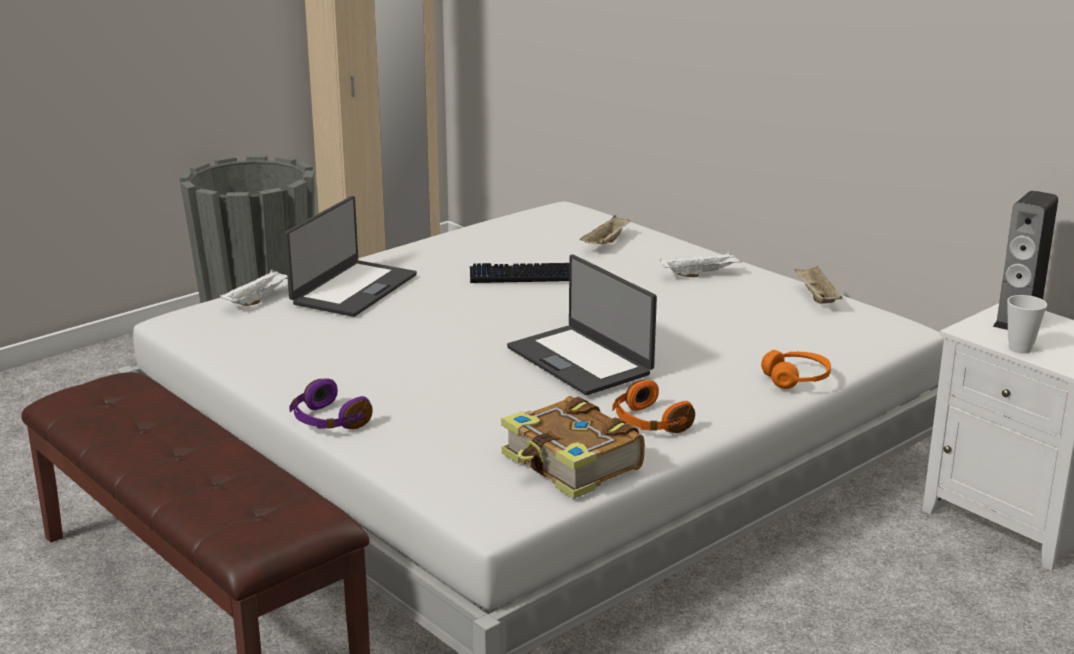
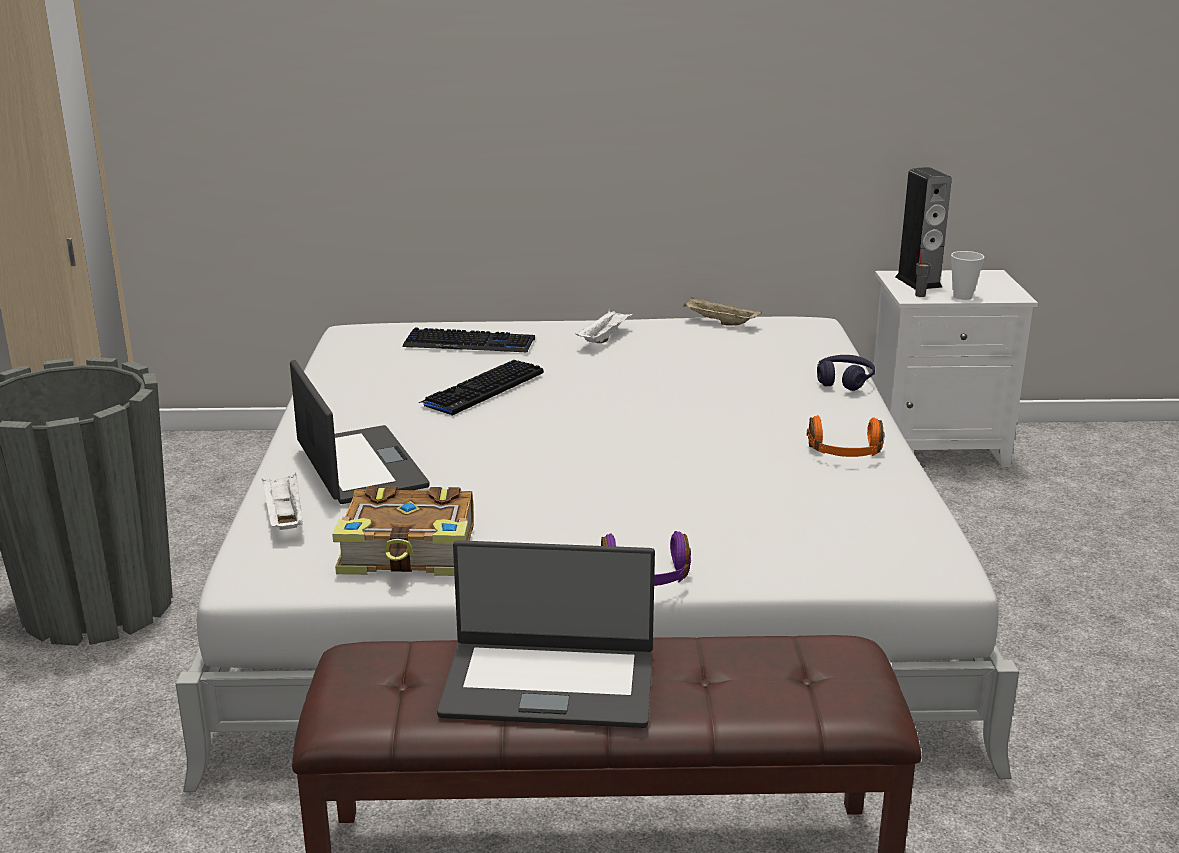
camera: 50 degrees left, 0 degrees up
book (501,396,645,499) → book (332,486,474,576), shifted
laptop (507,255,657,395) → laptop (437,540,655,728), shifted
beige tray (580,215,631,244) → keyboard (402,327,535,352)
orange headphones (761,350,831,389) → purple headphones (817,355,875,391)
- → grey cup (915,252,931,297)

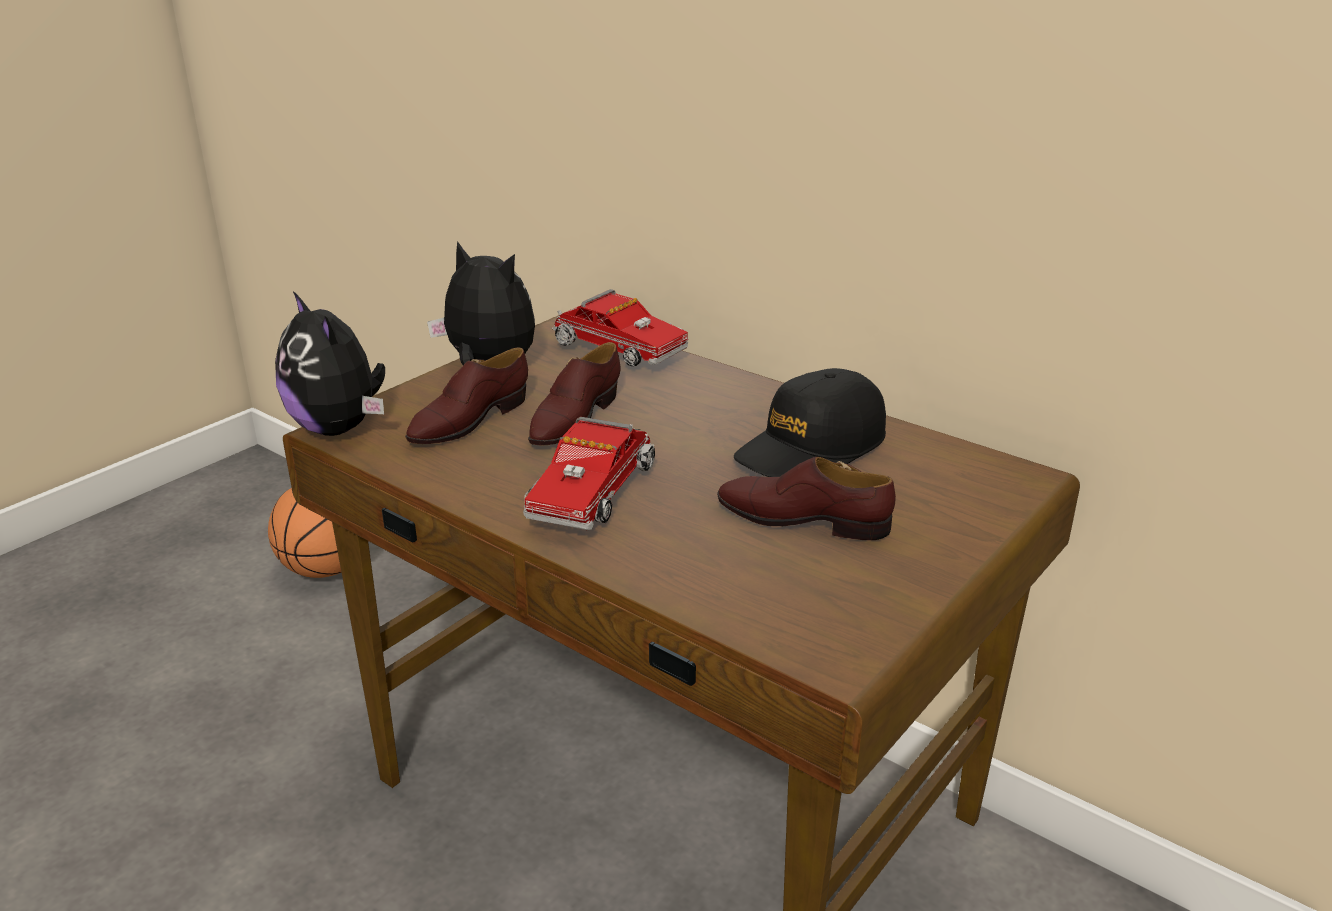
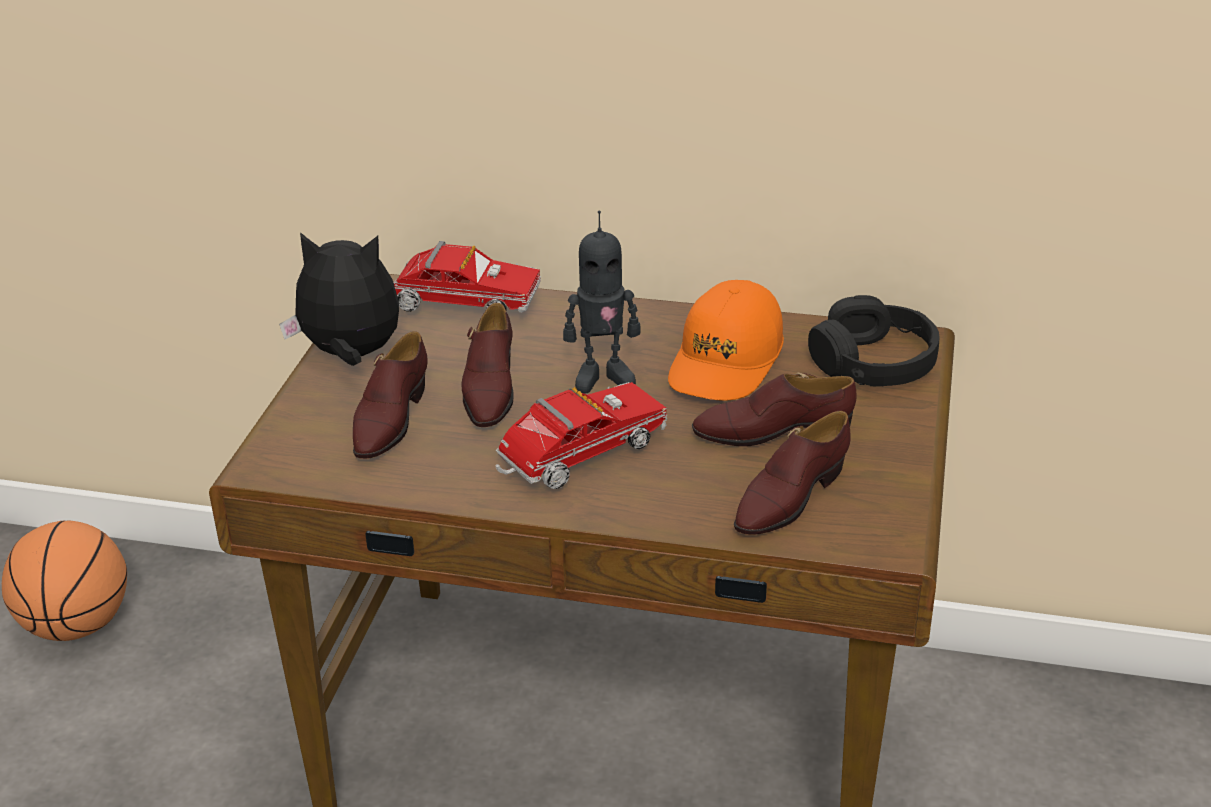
camera: 25 degrees left, 5 degrees up
plush toy (275,291,385,436) → -
toy truck (523,417,655,530) → toy truck (495,382,667,499), 120 degrees counterclockwise
black cap (734,368,886,477) → orange cap (668,280,784,401)
- → toy robot (563,210,641,394)
- → brown shoe (734,411,851,535)
- → black headphones (808,295,940,387)

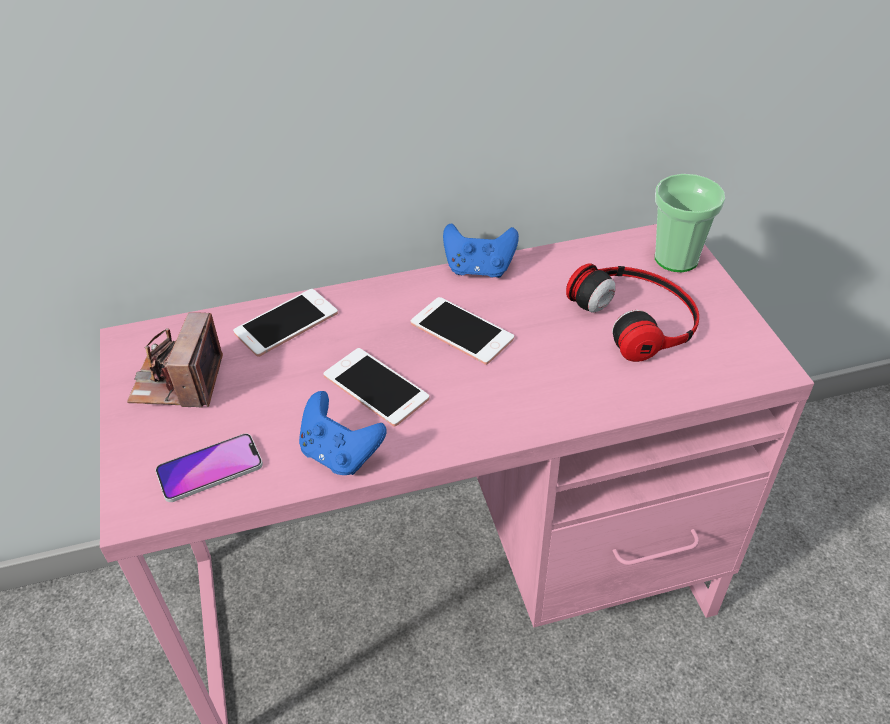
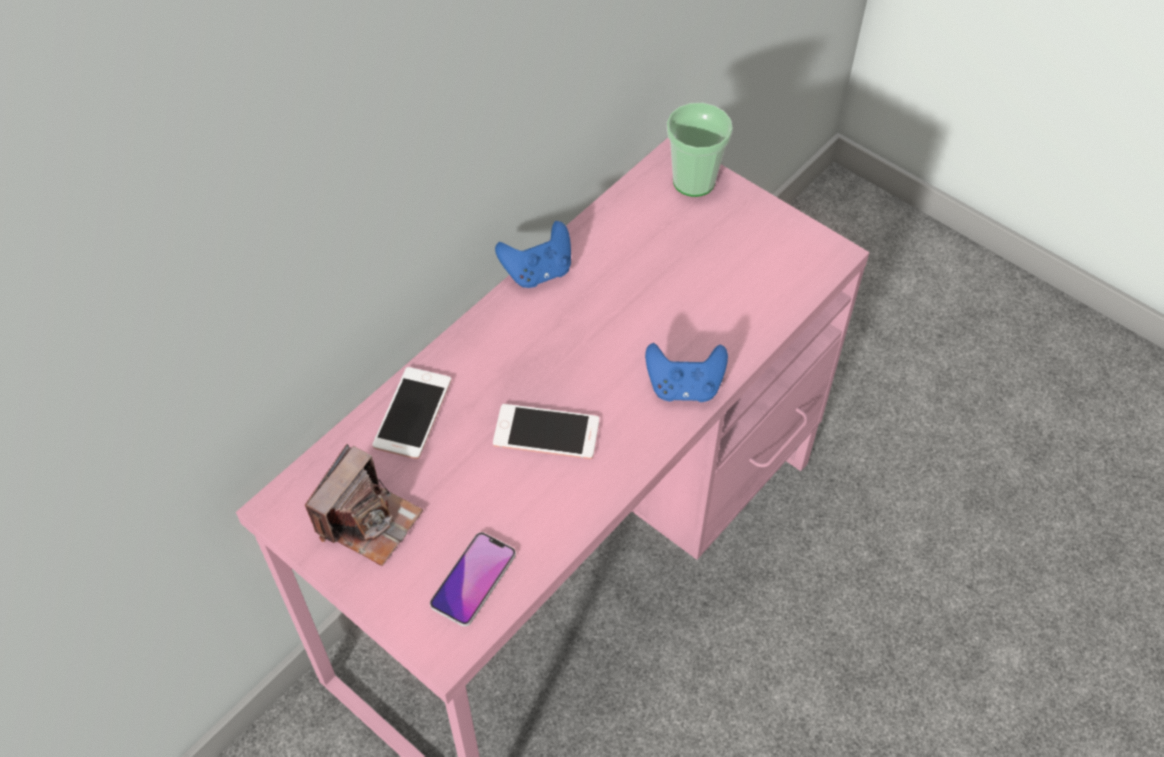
camera: 35 degrees left, 10 degrees up
photo camera (127,312,223,408) → photo camera (305,444,423,566), 120 degrees counterclockwise
blue game controller (299,391,387,475) → blue game controller (645,343,728,402), shifted
phone (411,297,514,365) → -
headphones (566,263,699,362) → -

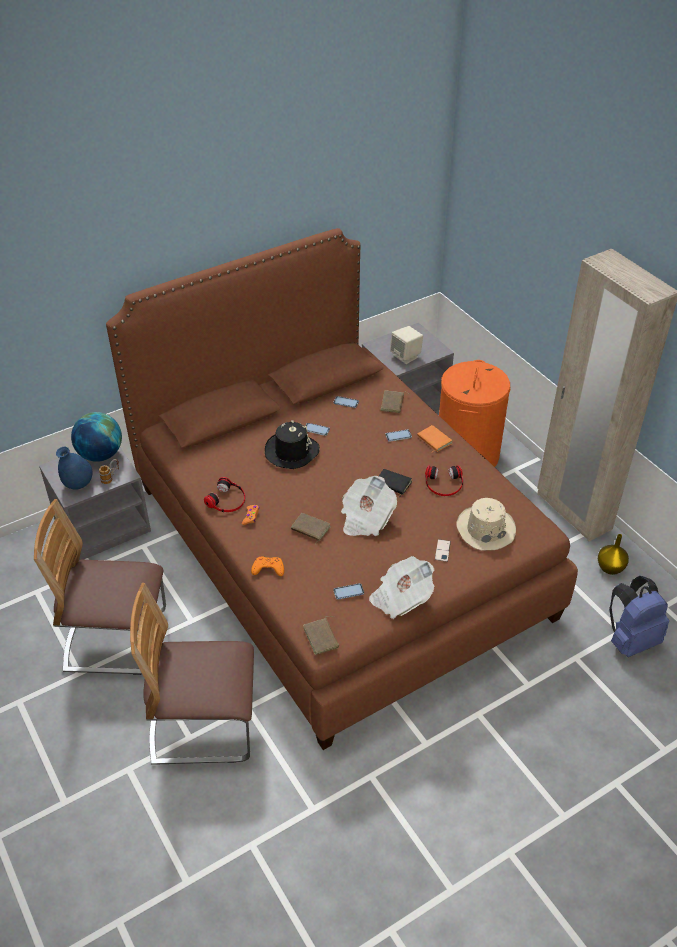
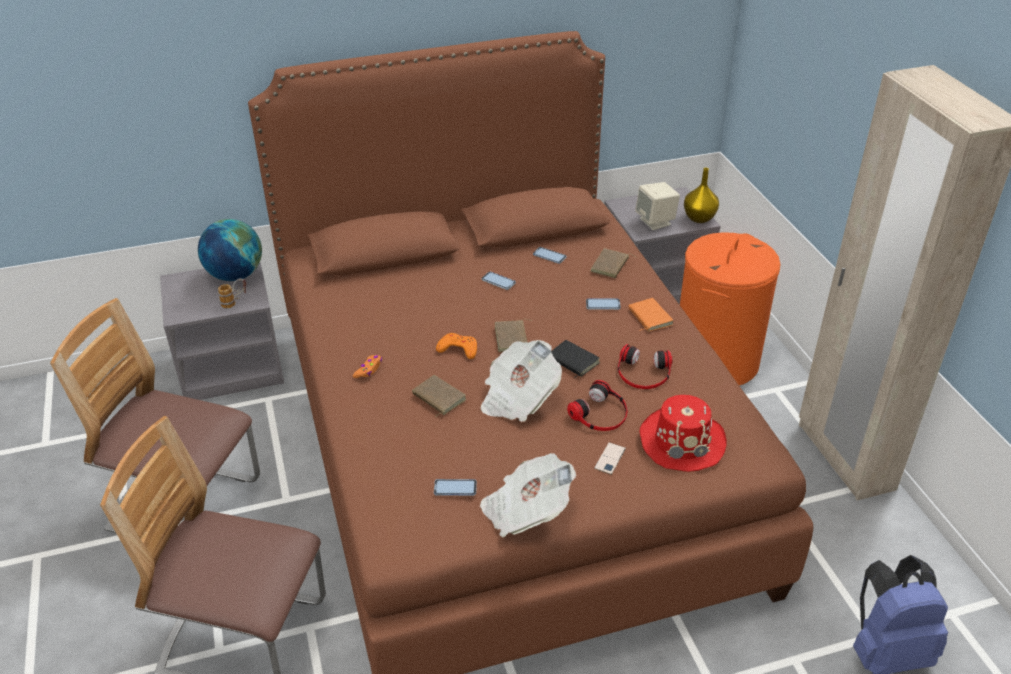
camera: 15 degrees right, 5 degrees down
blue vase (56,447,92,490) → -
headphones (204,477,245,512) → headphones (567,380,627,431), shifted
orange game controller (251,556,284,576) → orange game controller (436,333,477,359), shifted
black hat (265,421,320,469) → -
brown book (303,616,339,655) → brown book (494,319,533,352), shifted
beige hat (456,498,516,551) → red hat (640,395,727,472)
yellow vase (598,534,629,575) → yellow vase (684,168,719,223), shifted

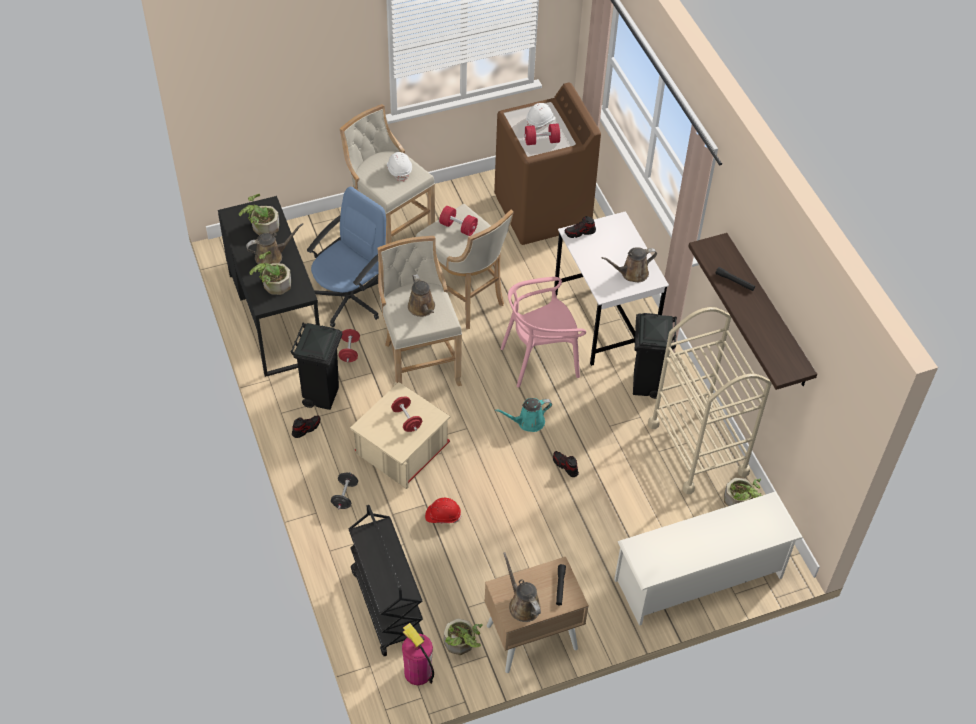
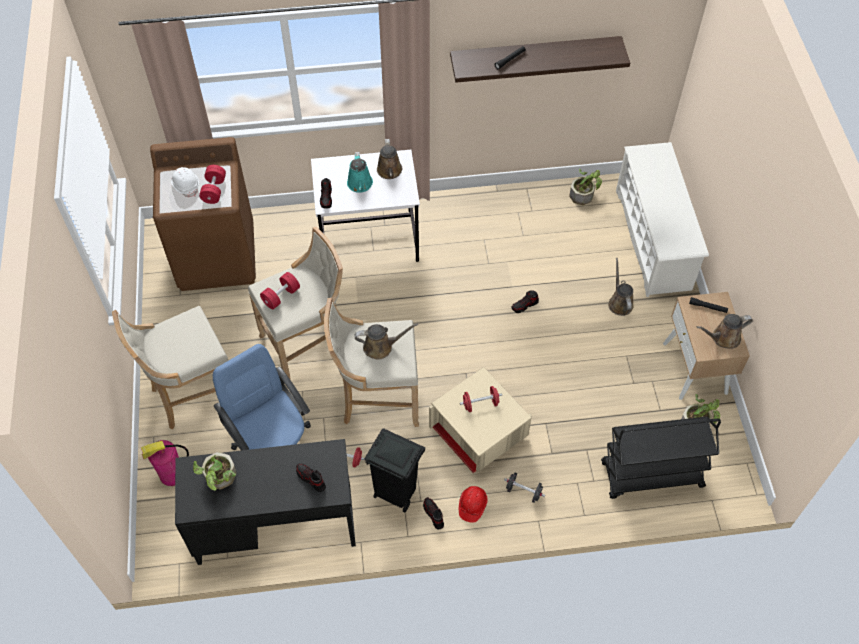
camera: 75 degrees left, 5 degrees up
brown watering can (246,223,304,264) → brown watering can (608,258,634,316), shifted
potted plant (250,251,291,295) → shoe (296,463,326,492)
white hard hat (387,152,412,181) → -
fire extinguisher (402,623,434,685) → fire extinguisher (141,440,189,486), shifted
red hard hat (425,498,461,523) → red hard hat (459,486,488,523), shifted
turquoise watering can (495,398,552,432) → turquoise watering can (347,152,373,193), shifted
pink chair (500,277,586,387) → -
black trash can (633,313,677,399) → -
beige cart (648,307,772,494) → -

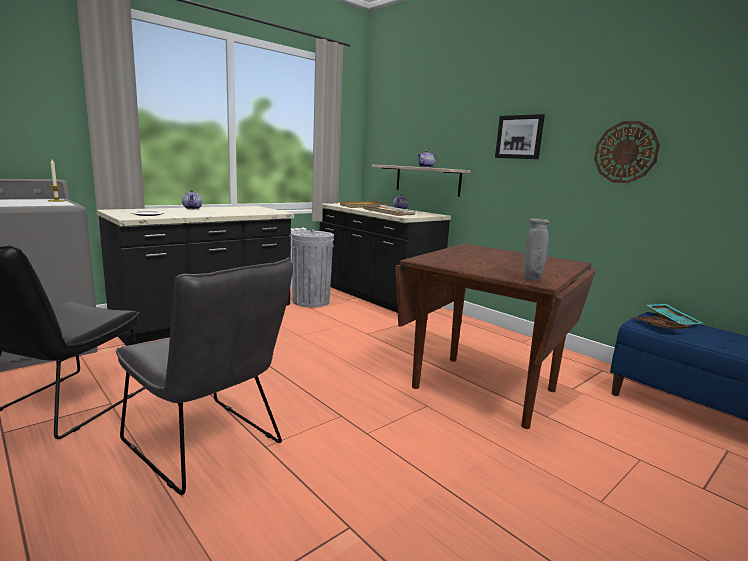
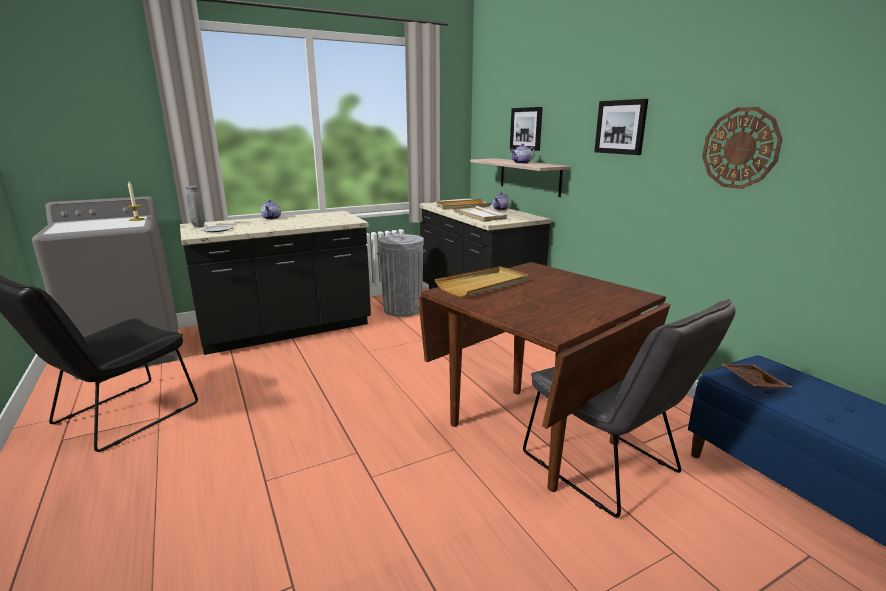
camera: 15 degrees right, 5 degrees up
grey chair (116,257,293,495) → grey chair (523,299,735,518), shifted
grey vase (524,218,549,281) → grey vase (185,185,205,228), shifted
turquoise tray (647,304,703,327) → -
- → beige tray (435,266,529,297)
- → picture (510,107,543,151)

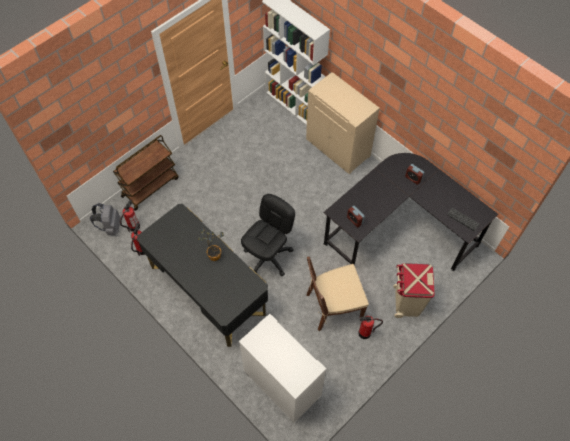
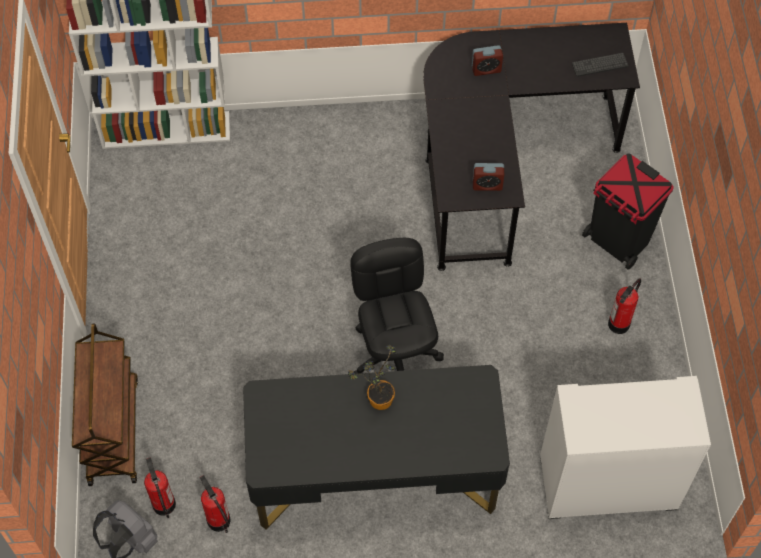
camera: 50 degrees left, 0 degrees up
beige cabinet (306,72,380,174) → -
brown chair (307,257,369,331) → -
beige trash can (393,263,435,318) → black trash can (582,153,674,270)

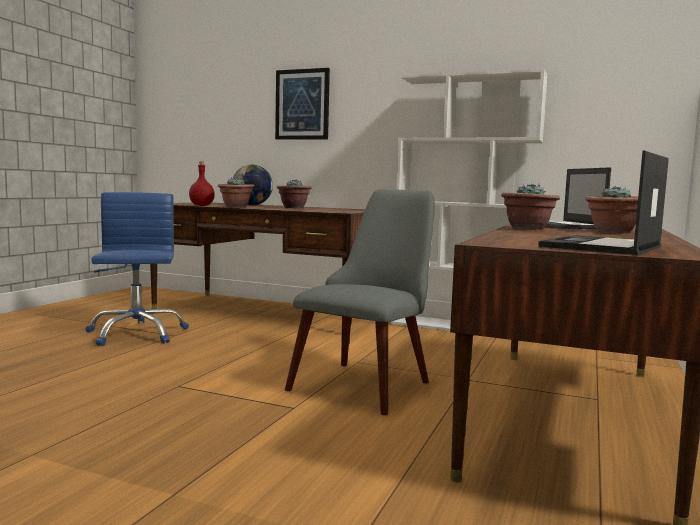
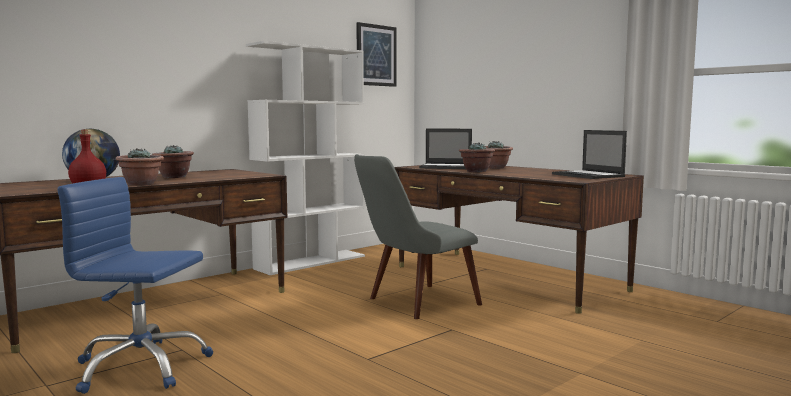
camera: 65 degrees left, 0 degrees up
picture (275,68,330,140) → picture (356,22,397,87), shifted
grey chair (285,189,435,415) → grey chair (354,154,482,319), 90 degrees counterclockwise

